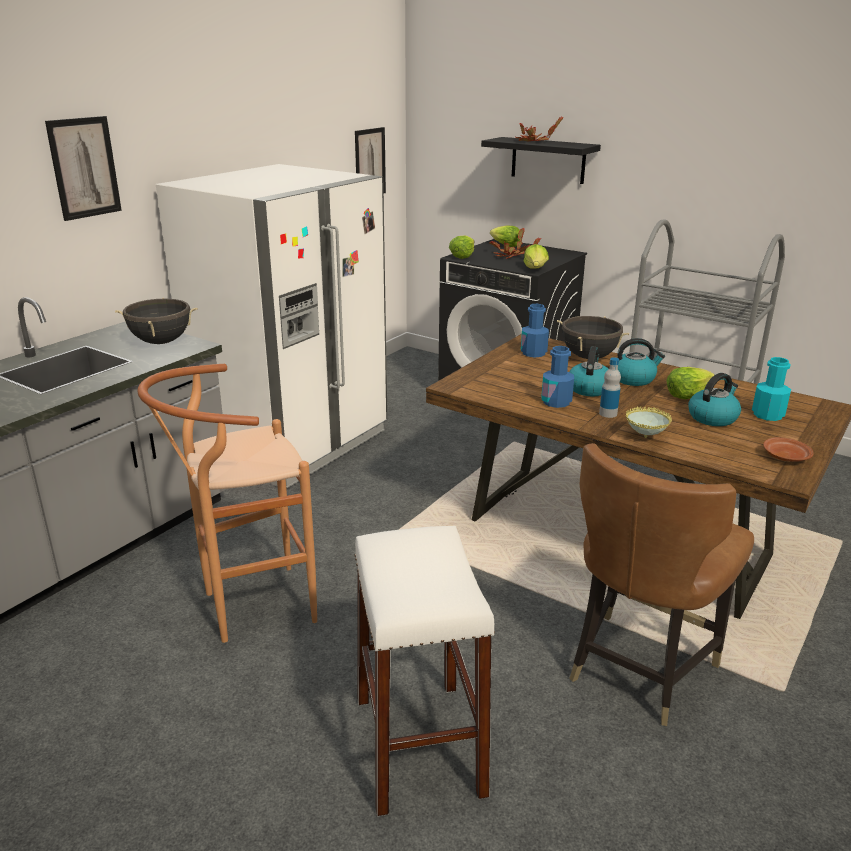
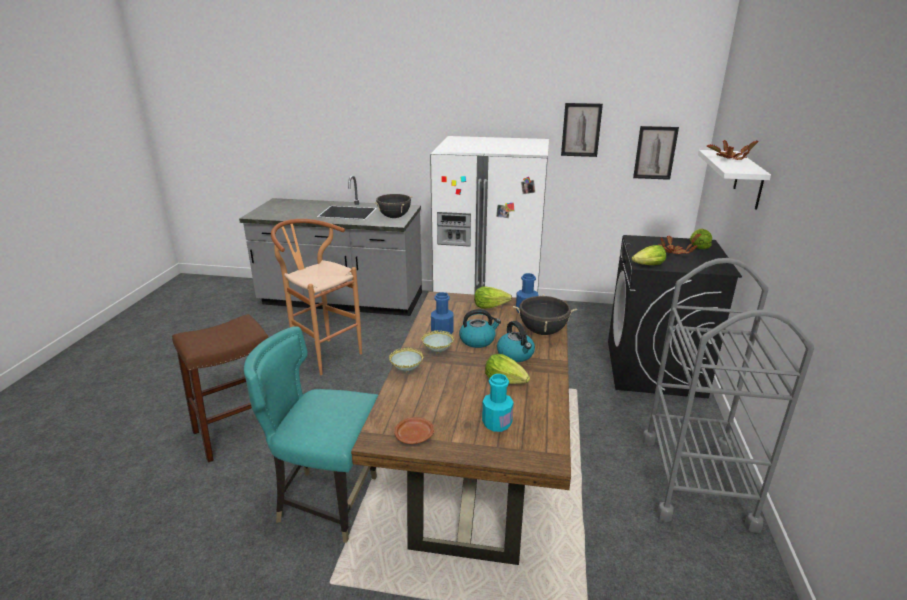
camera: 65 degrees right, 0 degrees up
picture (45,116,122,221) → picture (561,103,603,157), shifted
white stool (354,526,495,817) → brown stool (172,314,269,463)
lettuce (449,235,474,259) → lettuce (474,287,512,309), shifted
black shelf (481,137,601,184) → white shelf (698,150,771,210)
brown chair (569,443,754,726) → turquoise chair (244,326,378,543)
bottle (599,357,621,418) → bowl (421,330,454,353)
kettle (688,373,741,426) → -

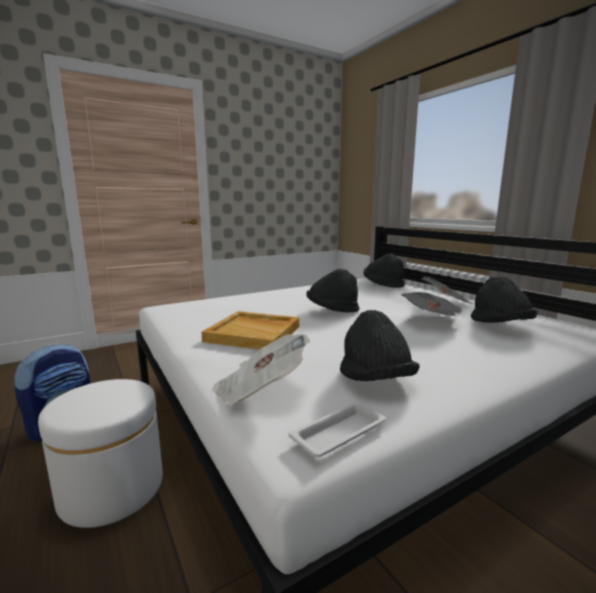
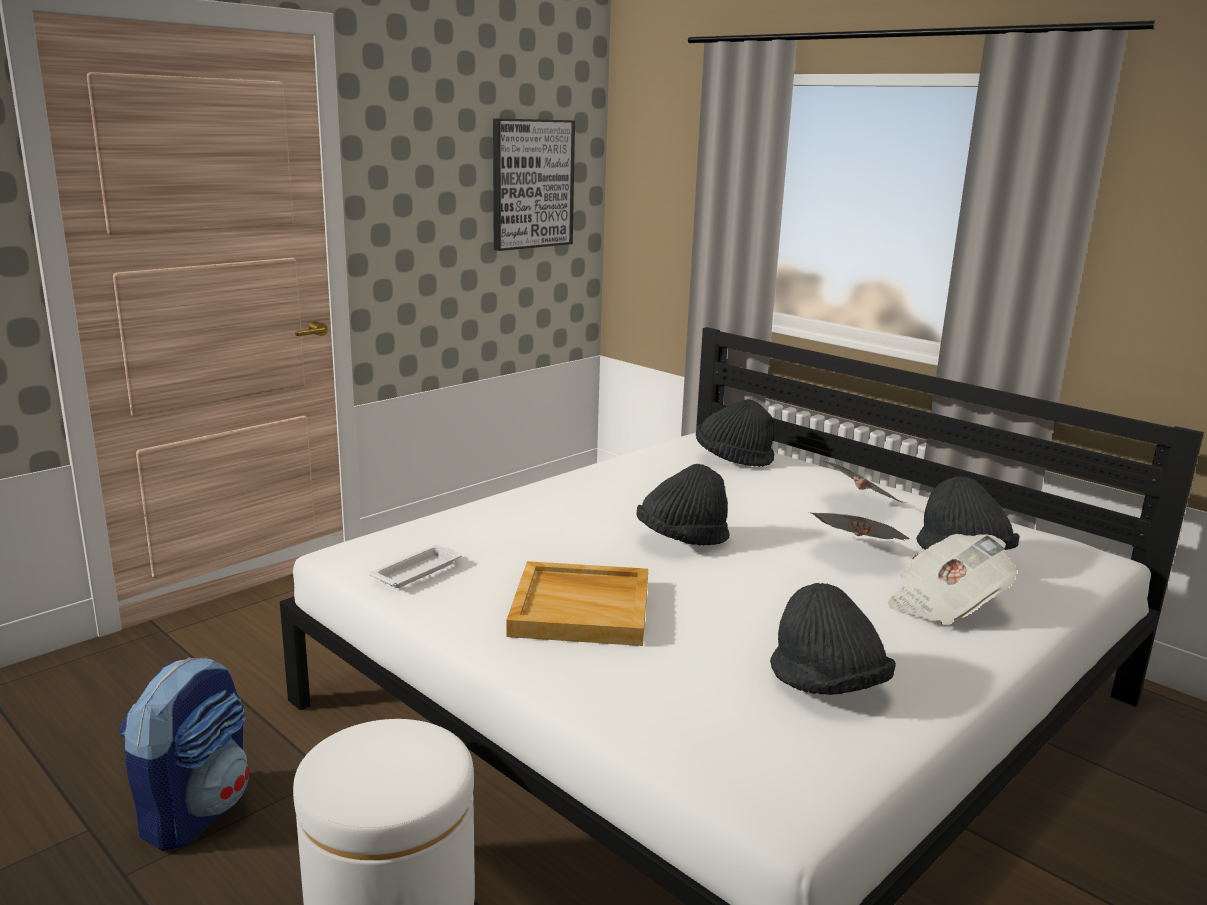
camera: 15 degrees left, 5 degrees up
newspaper (212,334,310,407) → newspaper (888,534,1017,625), shifted
white tray (289,402,386,457) → white tray (369,545,462,588), shifted
- → picture (493,118,575,251)

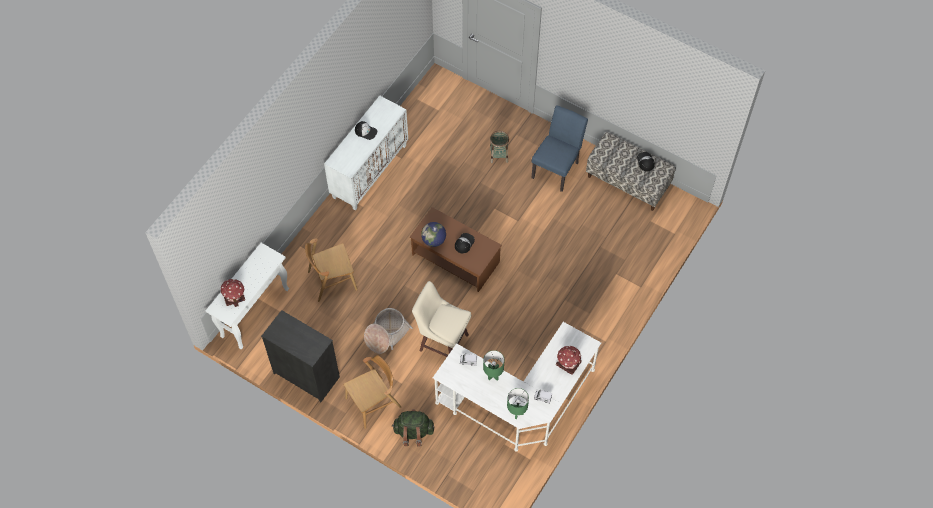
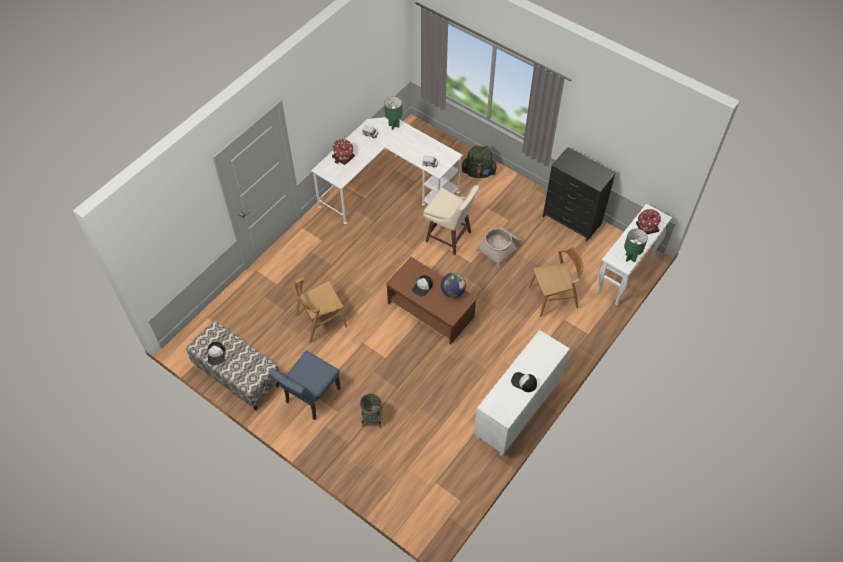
camera: 175 degrees left, 5 degrees down
brown chair (344,355,401,429) → brown chair (292,278,347,343), shifted
green table lamp (483,350,504,381) → green table lamp (624,229,648,262), shifted

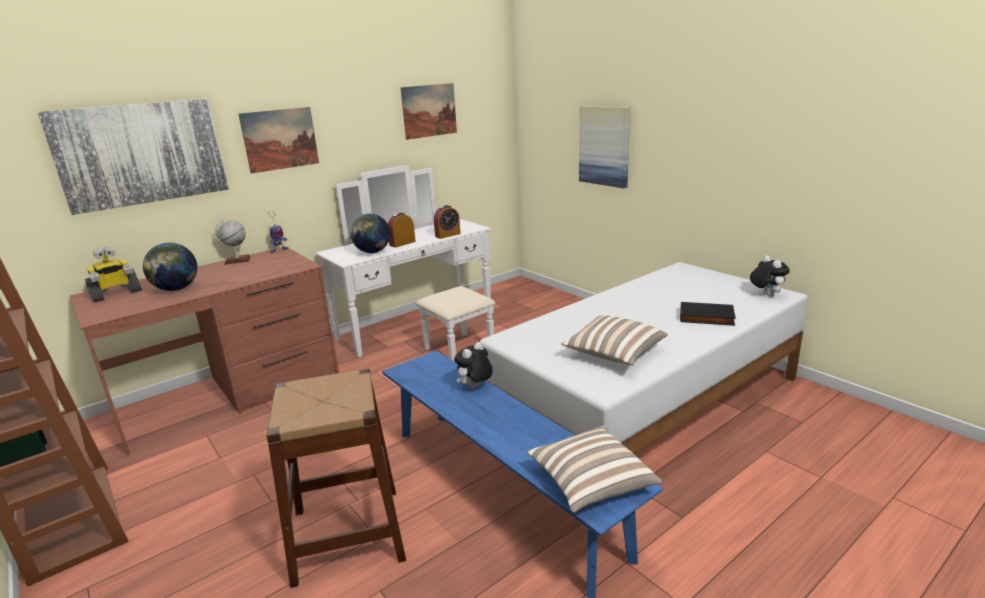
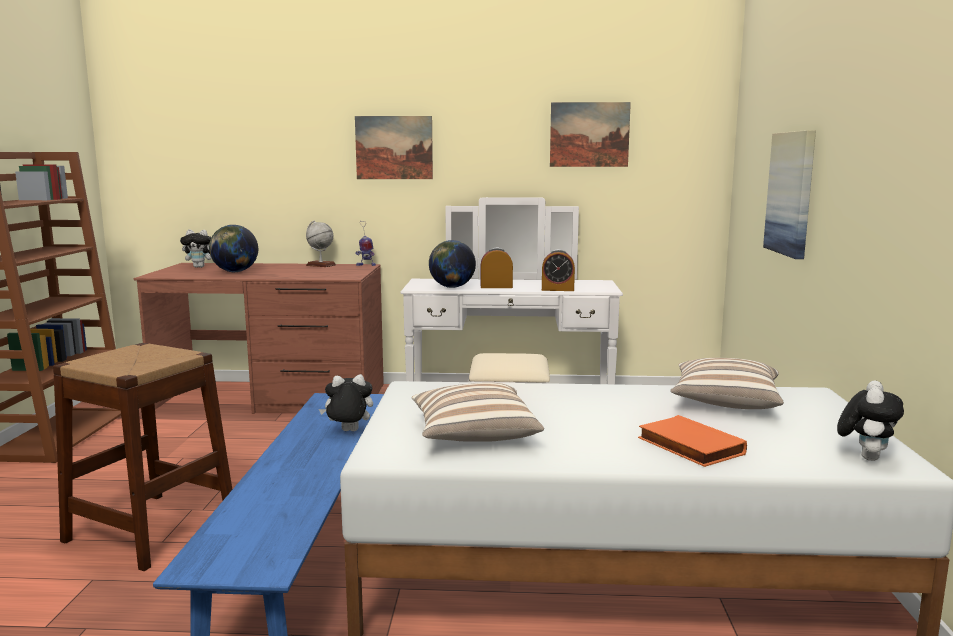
camera: 40 degrees right, 10 degrees down
picture (38,99,229,215) → -
toy robot (85,247,142,302) → plush toy (180,229,212,268)
pillow (527,426,662,512) → pillow (670,358,784,409), shifted
black book (680,302,736,326) → orange book (638,415,747,467)

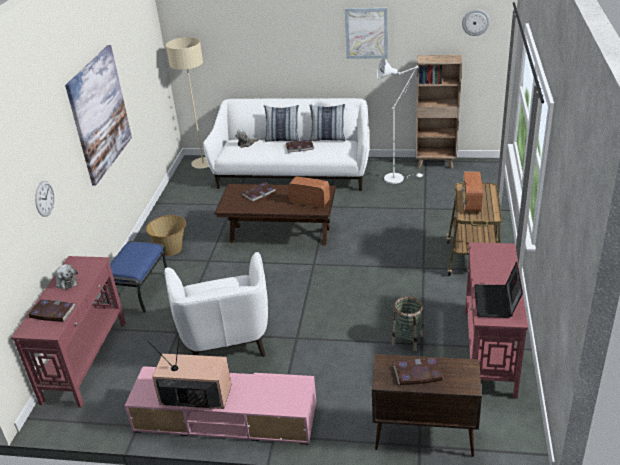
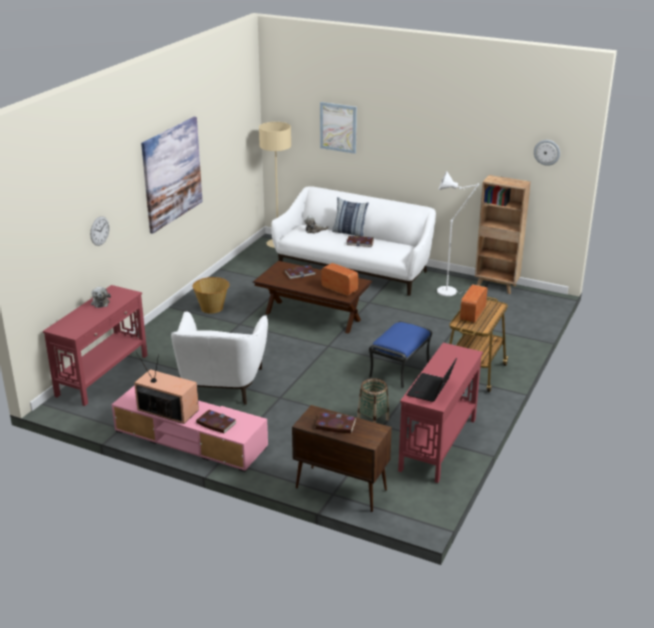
camera: 15 degrees right, 5 degrees down
book (28,299,75,322) → book (196,410,237,434), shifted
blue ottoman (103,241,167,313) → blue ottoman (369,321,432,389), shifted
pillow (309,104,346,141) → -
picture (345,8,388,59) → picture (320,102,357,154), shifted

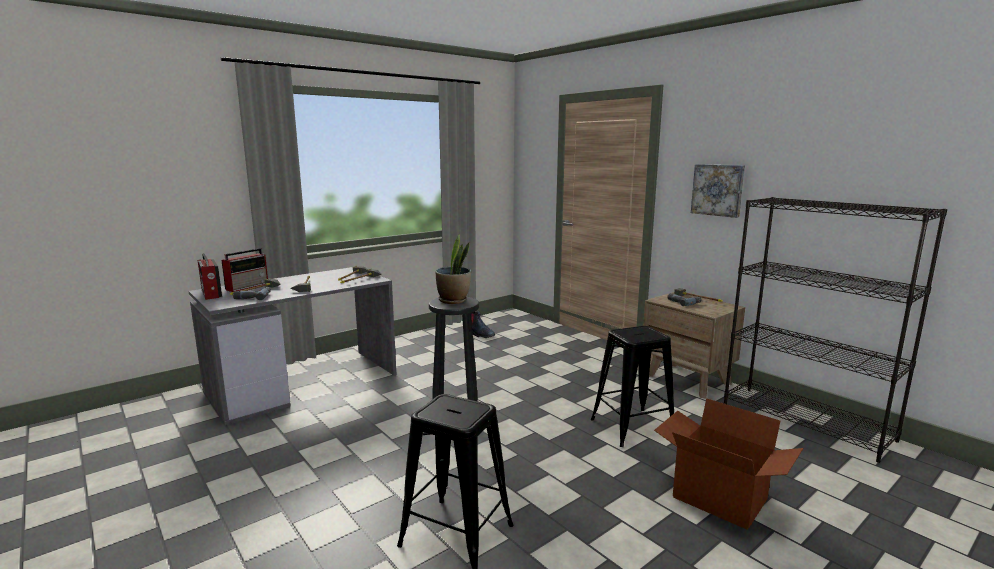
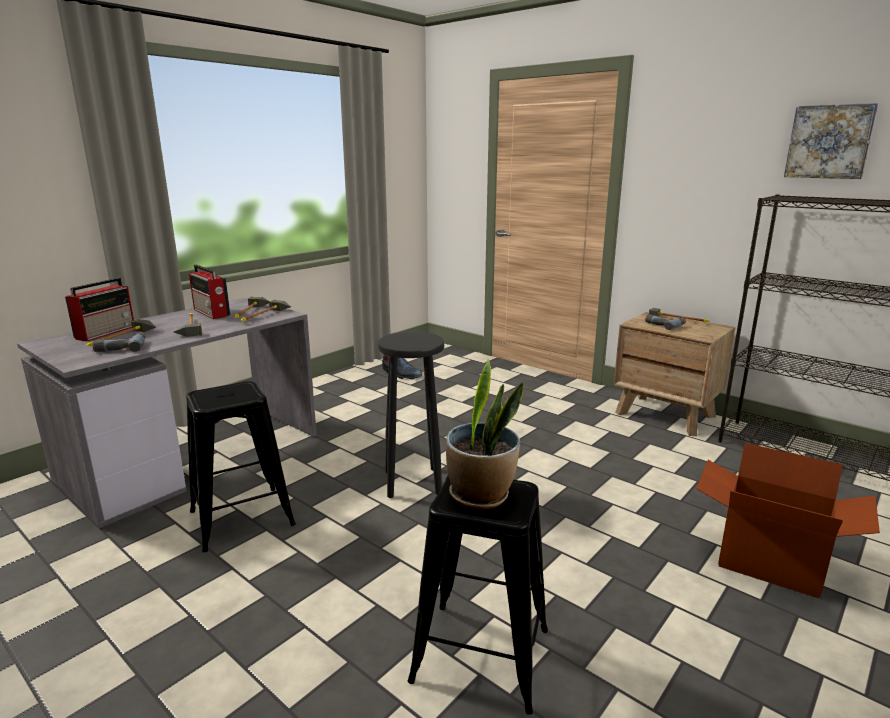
camera: 10 degrees left, 5 degrees up
radio (198,253,222,300) → radio (189,265,230,319), shifted
potted plant (436,234,471,304) → potted plant (446,359,524,510), shifted
black stool (591,326,674,447) → black stool (186,381,296,552), shifted
picture (691,164,745,218) → picture (784,103,878,179), shifted

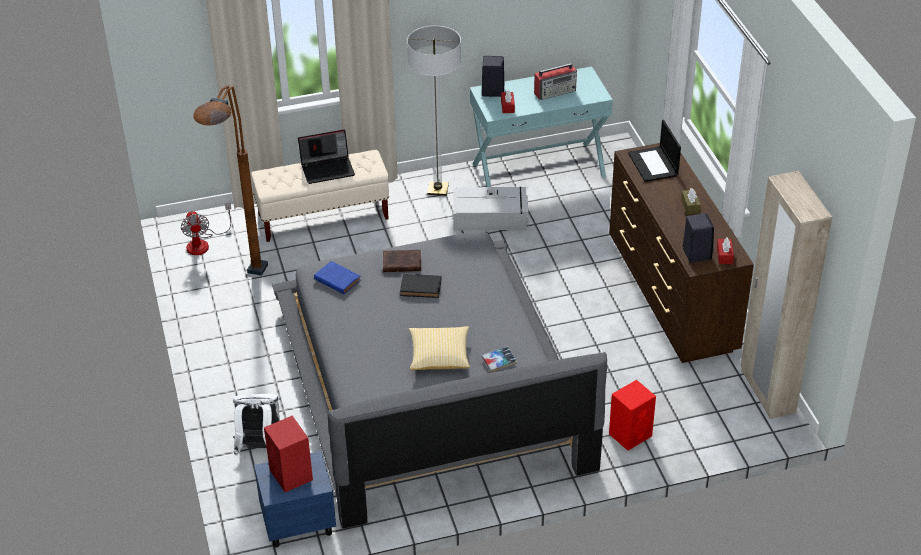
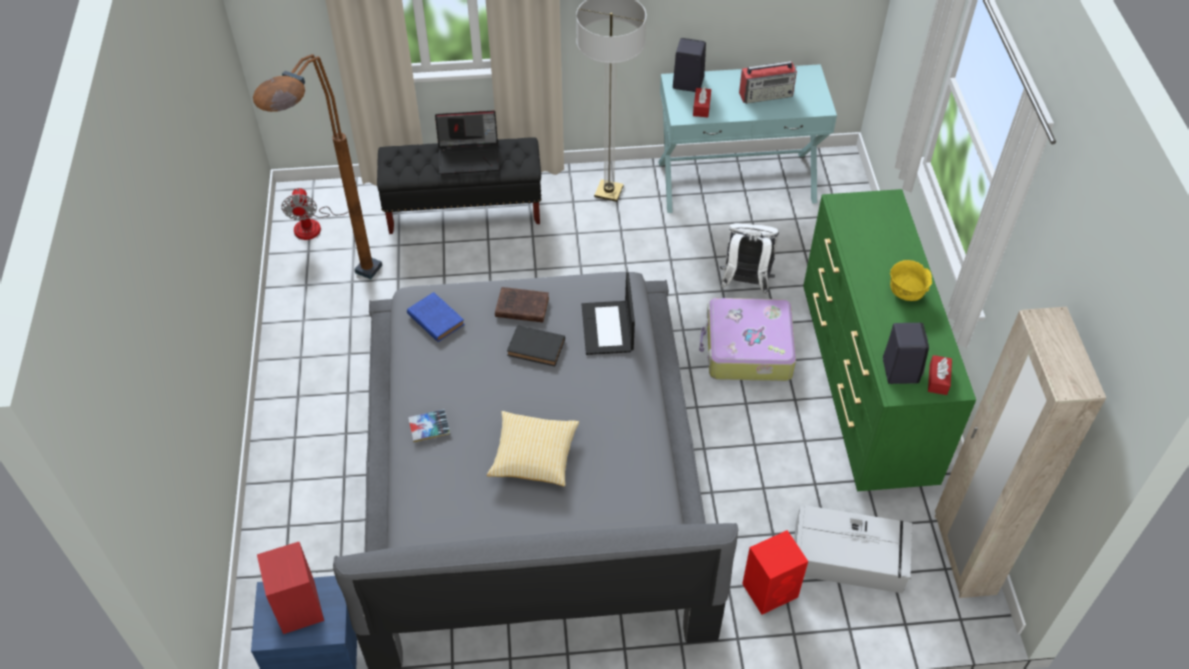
camera: 10 degrees right, 10 degrees up
white backpack (233,394,280,456) → white backpack (720,223,779,295), shifted
beige bench (251,150,389,242) → black bench (377,137,541,234)
grey storage box (453,186,528,230) → grey storage box (794,505,912,593), shifted
book (482,346,517,372) → book (408,409,450,442), shifted
brown dresser (609,143,754,363) → green dresser (803,189,976,491)
laptop (628,120,681,182) → laptop (582,272,635,355), shifted
brown tissue box (681,188,701,214) → yellow bowl (890,260,932,301)
- → suitcase (699,298,796,381)

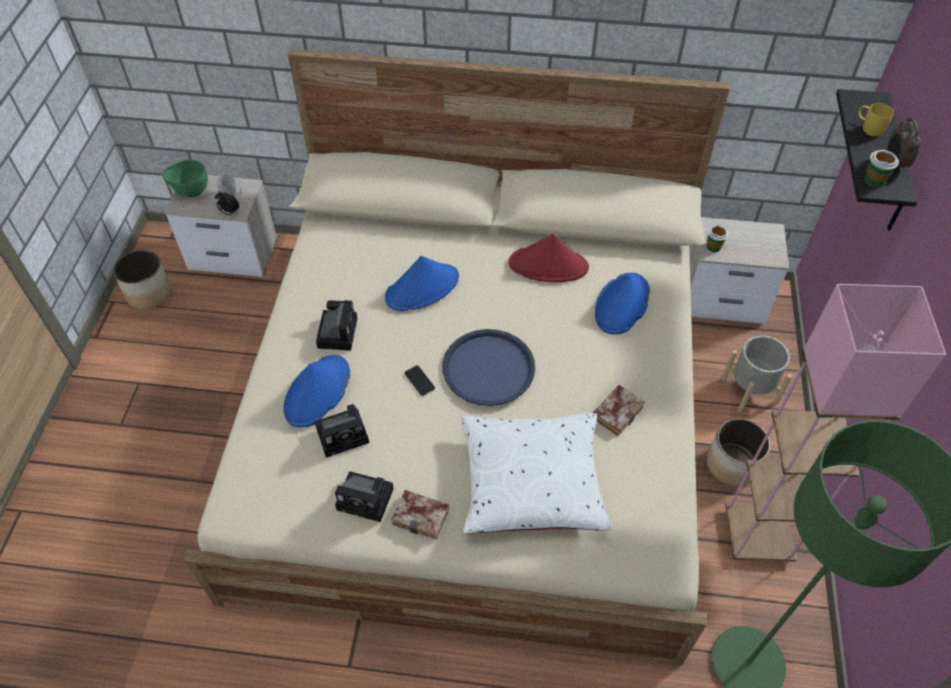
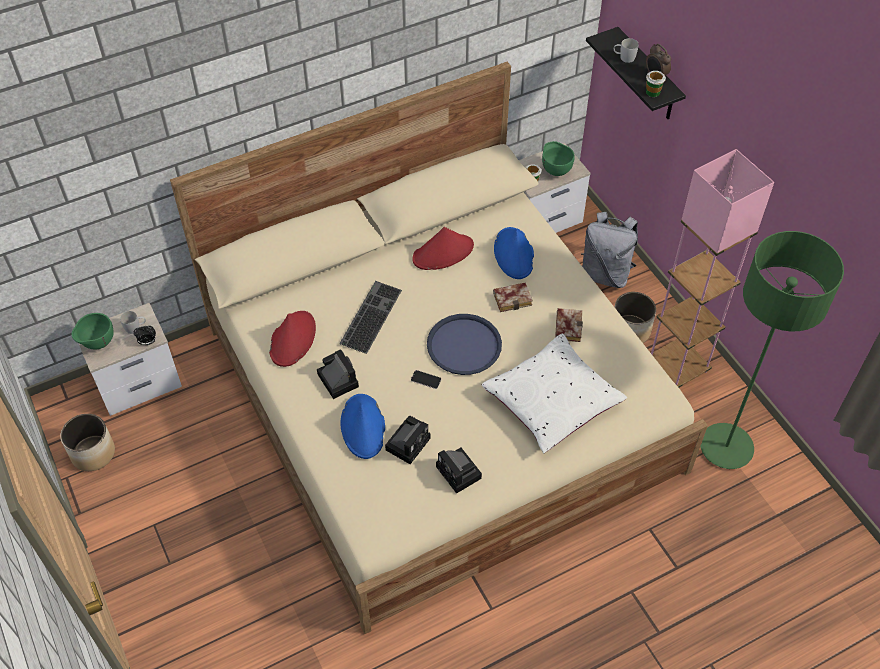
camera: 35 degrees left, 0 degrees up
photo camera (335,471,394,522) → photo camera (436,448,482,494), 75 degrees clockwise
blue hat (385,256,459,311) → keyboard (339,281,402,354)
book (391,490,449,540) → book (493,282,533,312), shifted
grey planter (721,335,792,413) → grey backpack (581,212,638,288)
yellow mug (858,103,894,136) → white mug (614,38,639,63)
- → red hat (269,311,316,367)
- → green bowl (542,141,575,176)

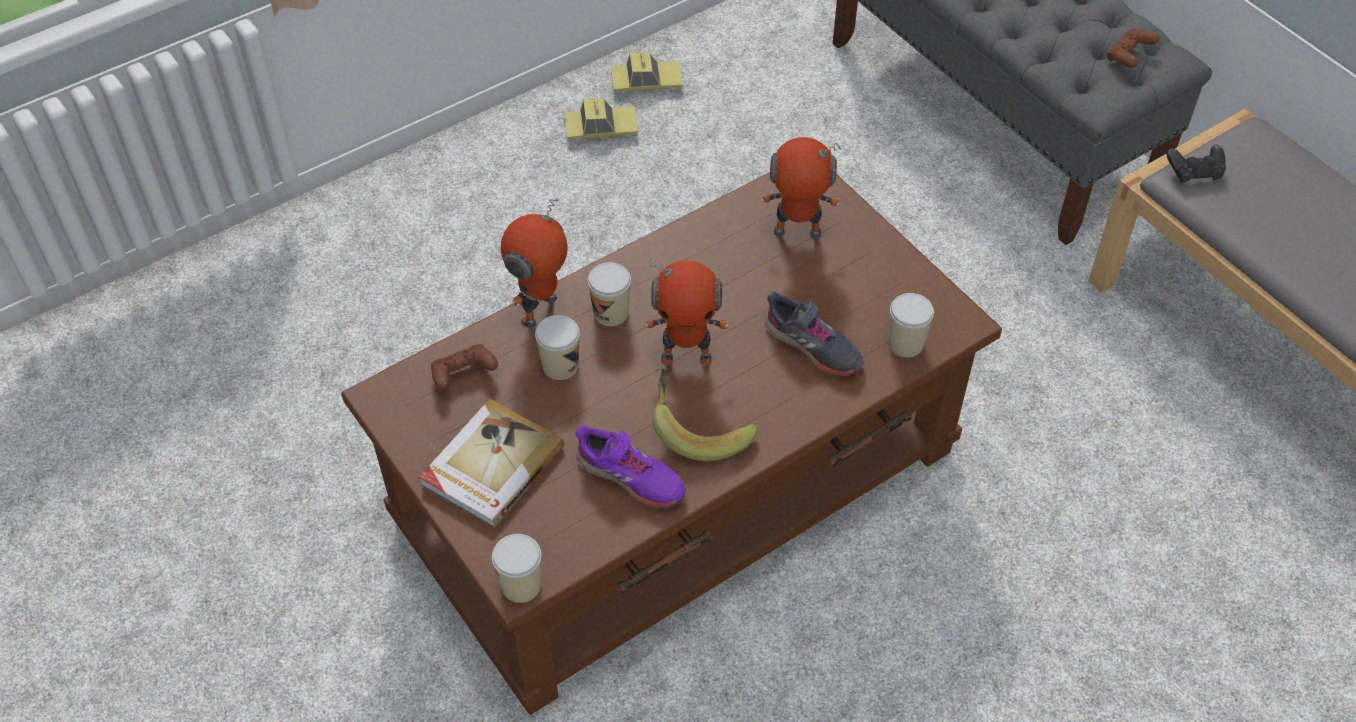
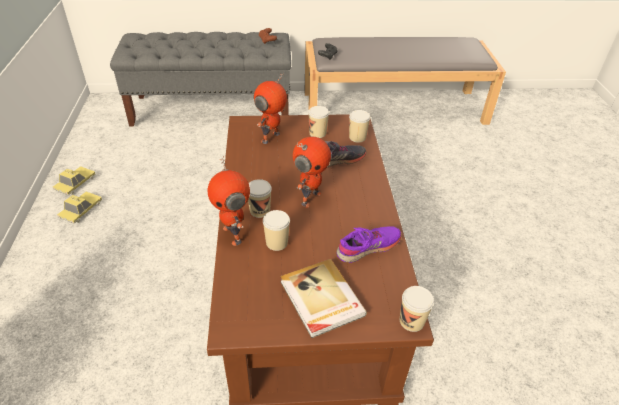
camera: 60 degrees left, 10 degrees down
brown game controller (431,344,498,390) → -
banana (652,369,758,461) → -
- → cup (308,106,329,138)

